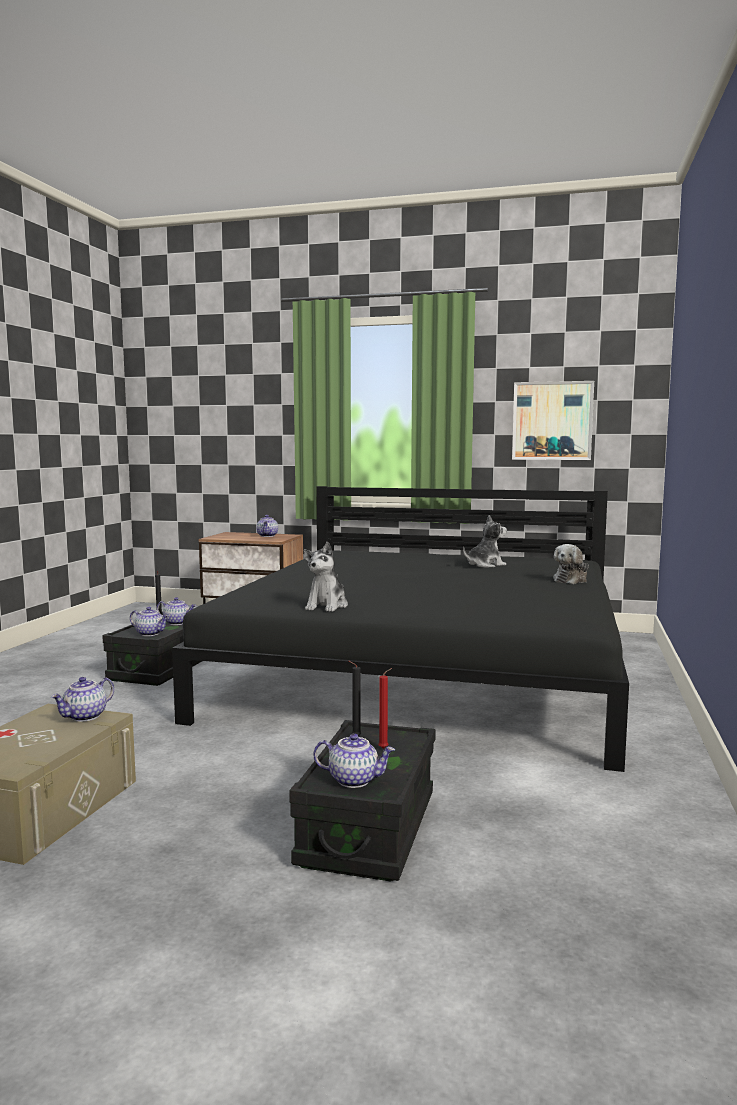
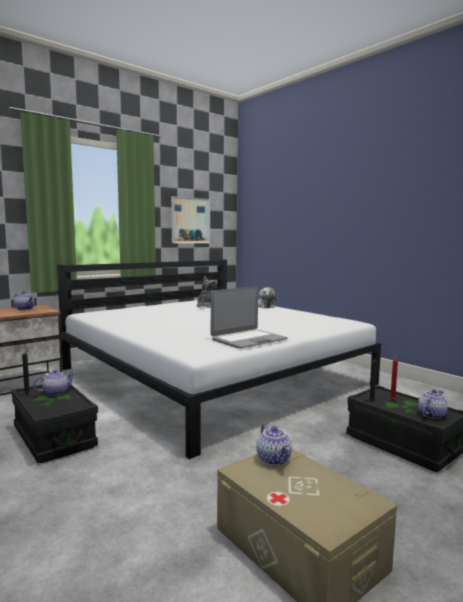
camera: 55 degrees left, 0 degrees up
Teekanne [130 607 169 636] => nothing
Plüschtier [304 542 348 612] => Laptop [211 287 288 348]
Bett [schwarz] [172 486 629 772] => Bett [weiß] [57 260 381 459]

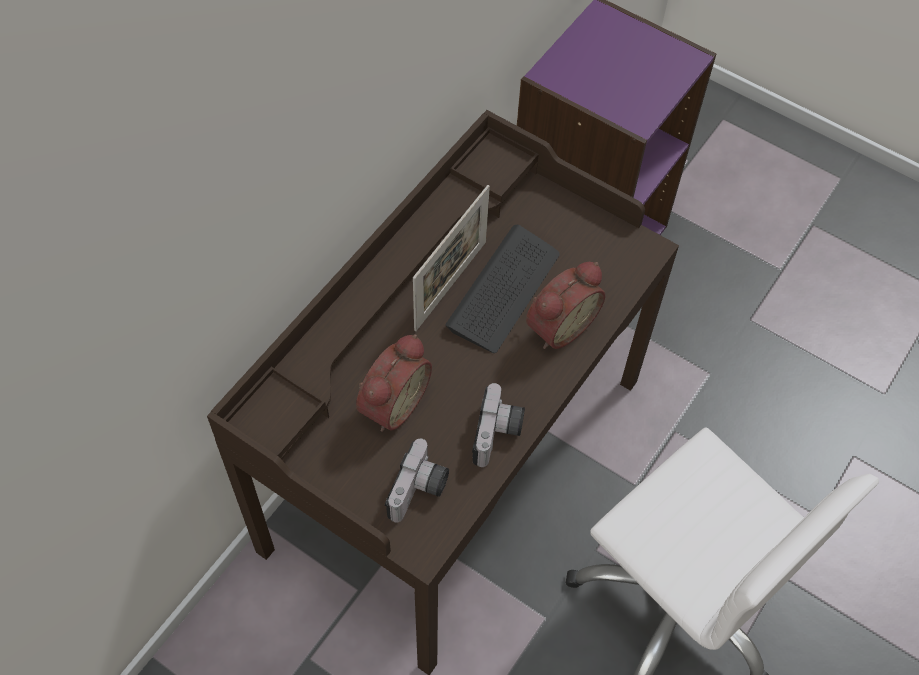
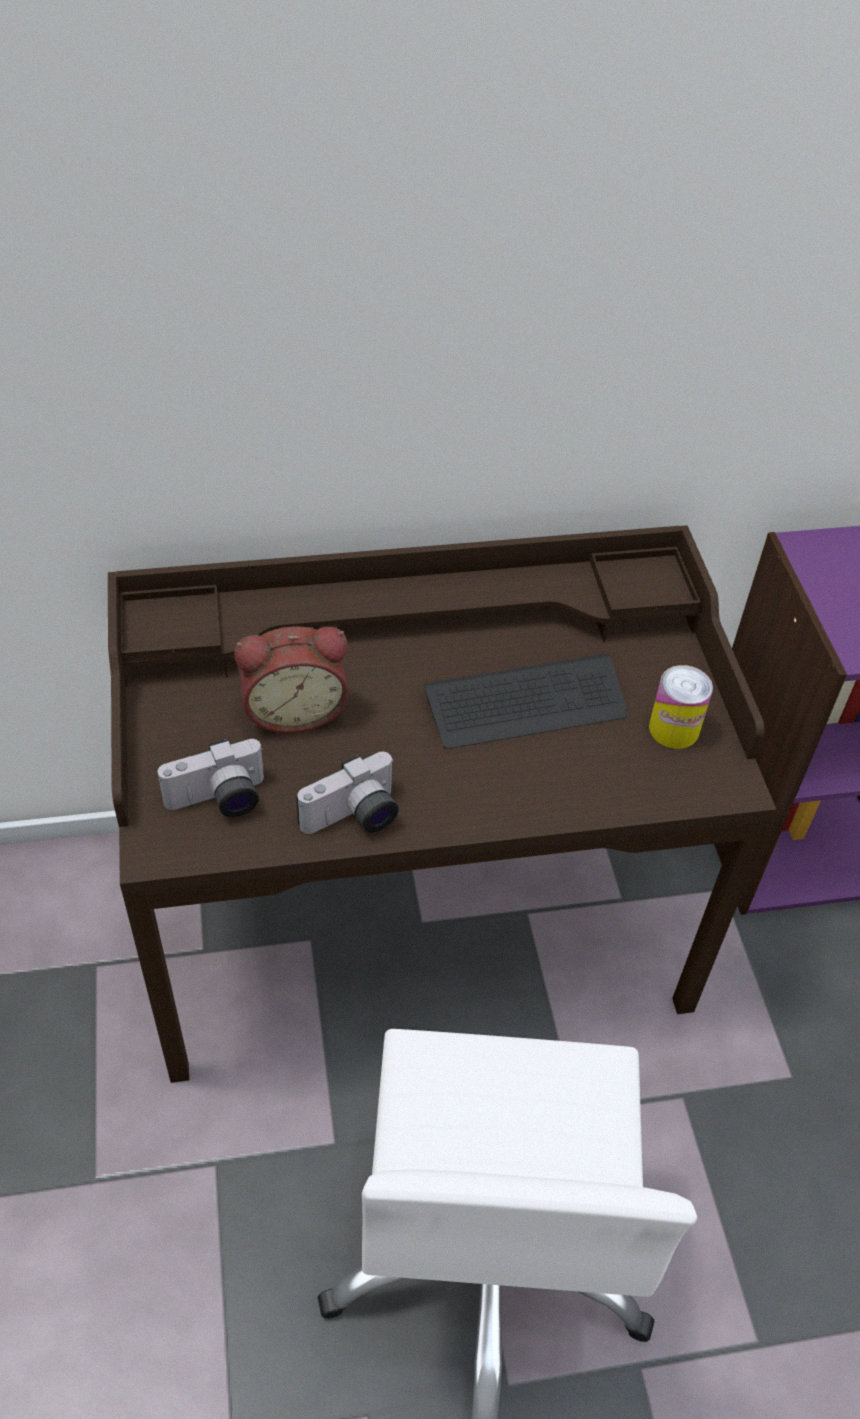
camera: 45 degrees right, 10 degrees down
Bilderrahmen [413 185 490 331] => nothing
Wecker [526 262 605 349] => nothing
nothing => Dose [649 665 713 749]

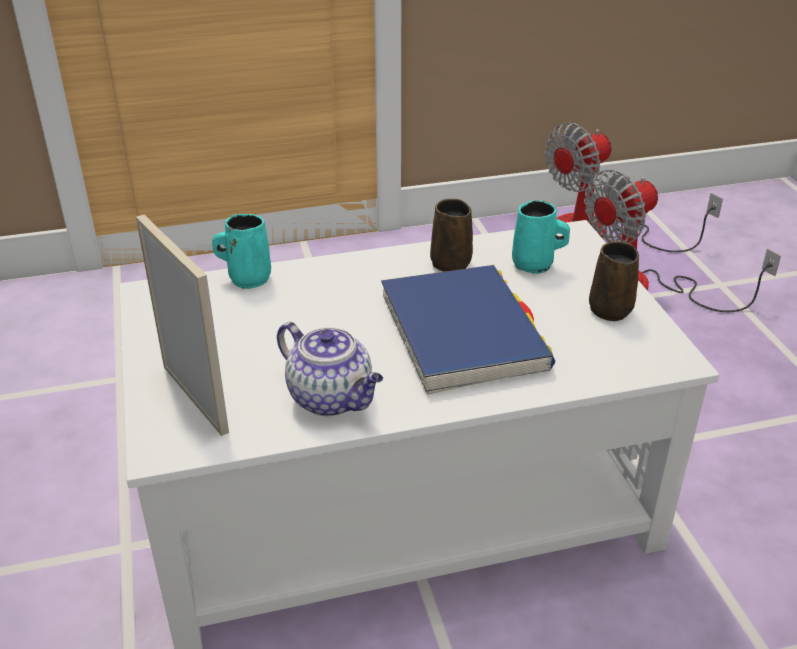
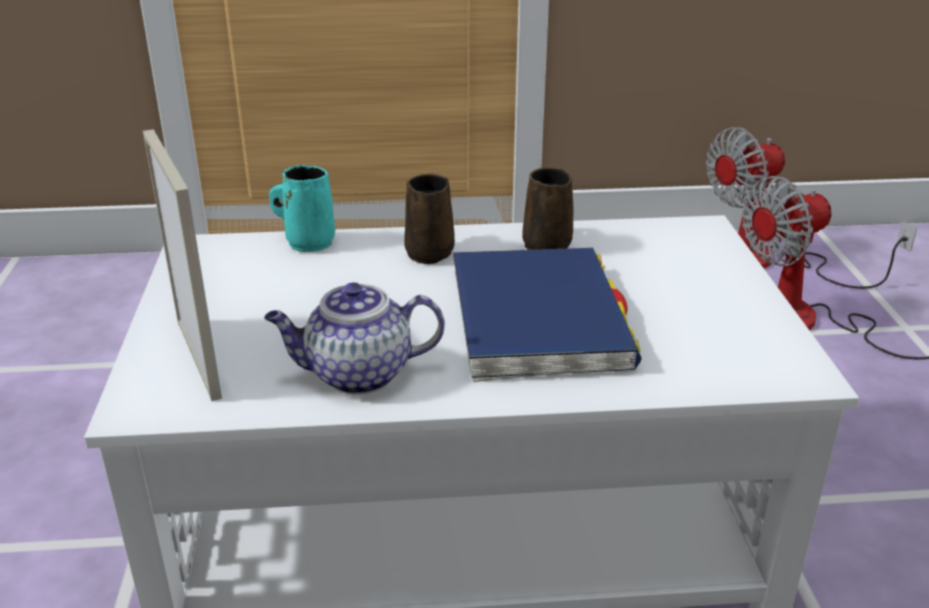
camera: 10 degrees right, 5 degrees down
Henkelbecher [türkis] [512 200 570 274] => nothing
Henkelbecher [braun] [589 241 639 321] => Henkelbecher [braun] [404 174 455 264], relocated
Teekanne [277 322 383 416] => Teekanne [264 282 445 394], 120 degrees clockwise

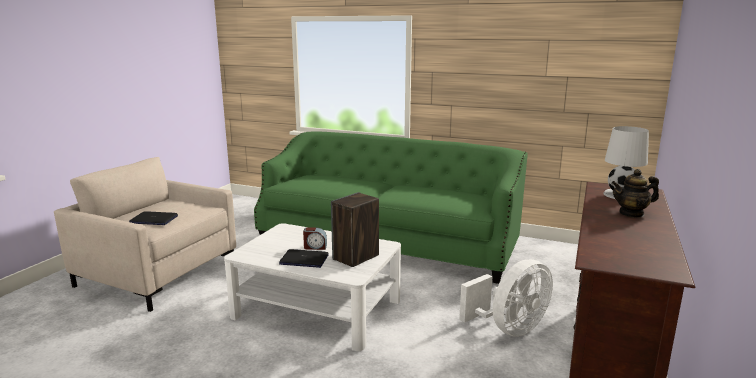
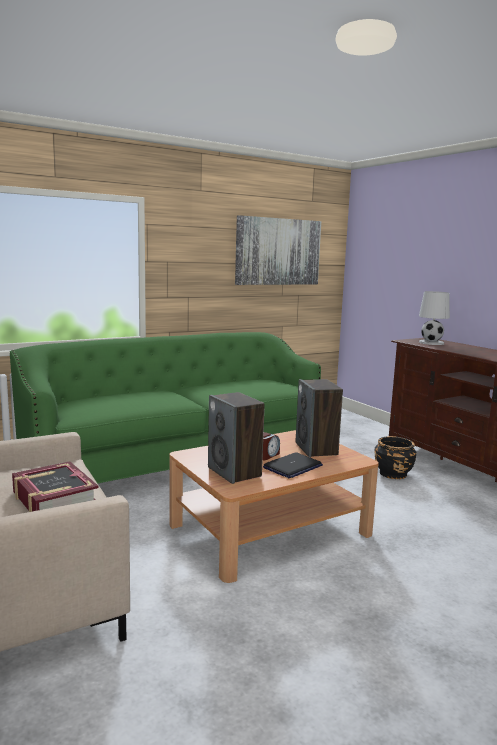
camera: 55 degrees left, 5 degrees down
Teekanne [612 169 659 218] => nothing
nothing => Lautsprecher [208 392 265 484]
nothing => Bild [235 215 321 285]
Laptop [130 211 178 225] => Buch [12 461 99 512]
Ventilator [weiß] [459 259 553 337] => Pflanzkübel [schwarz] [374 436 416 479]
Couchtisch [weiß] [224 223 401 351] => Couchtisch [braun] [169 430 379 583]

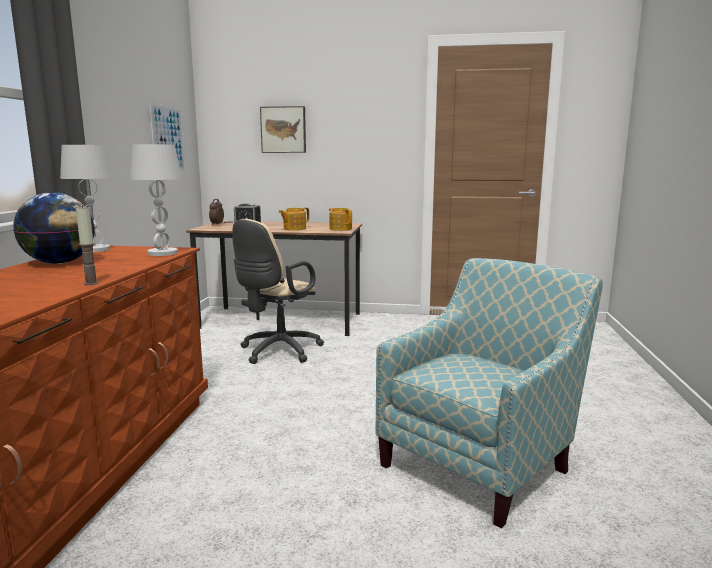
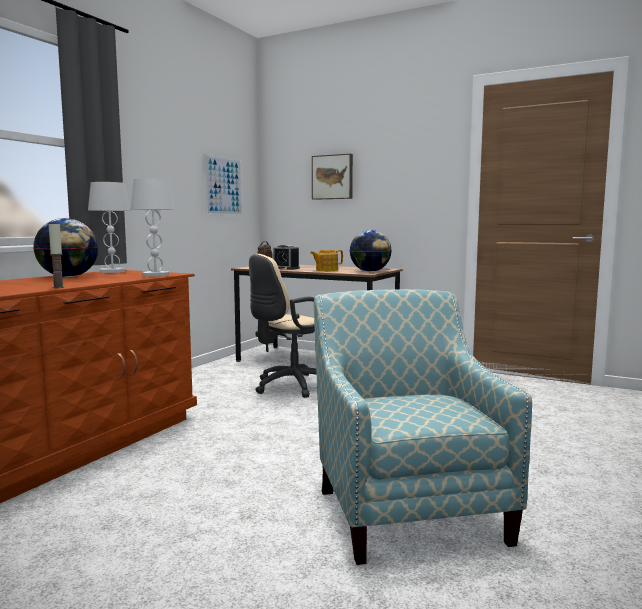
camera: 20 degrees right, 5 degrees down
Teekanne [329 208 352 231] => Globus [350 230 391 272]
Sessel [375 258 603 528] => Sessel [314 289 532 565], 75 degrees counterclockwise

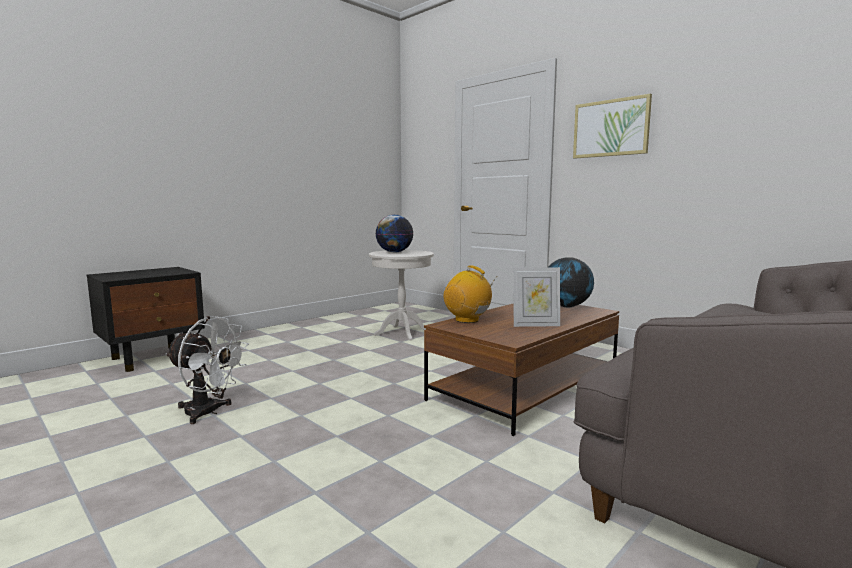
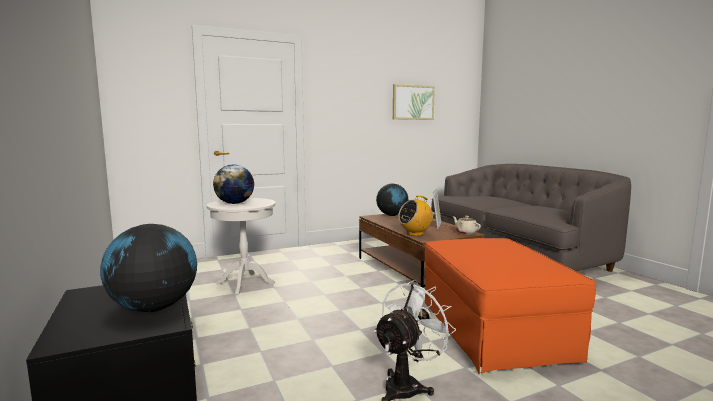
camera: 70 degrees left, 0 degrees up
nothing => Globus [100 224 197 312]
nothing => Polsterhocker [orange] [425 238 596 374]
nothing => Teekanne [beige] [452 216 481 234]
Bild [573 94 652 158] => Bild [393 84 435 120], relocated

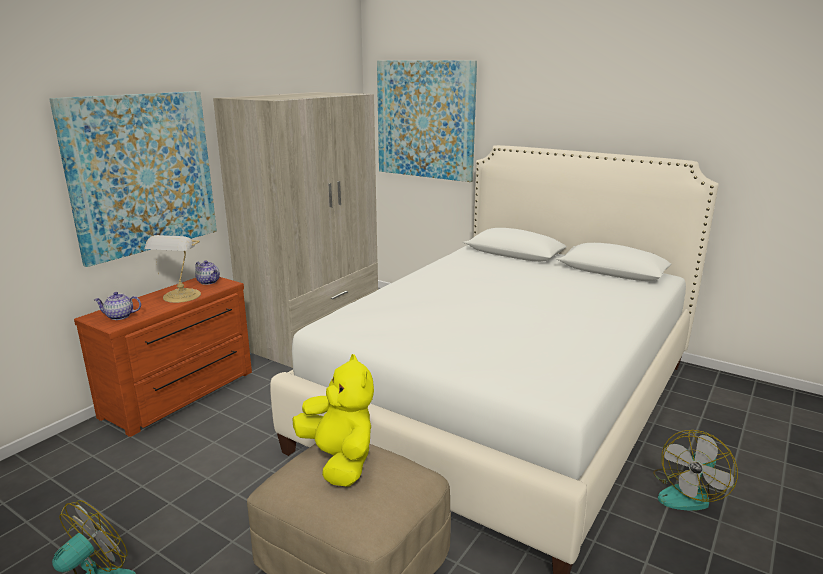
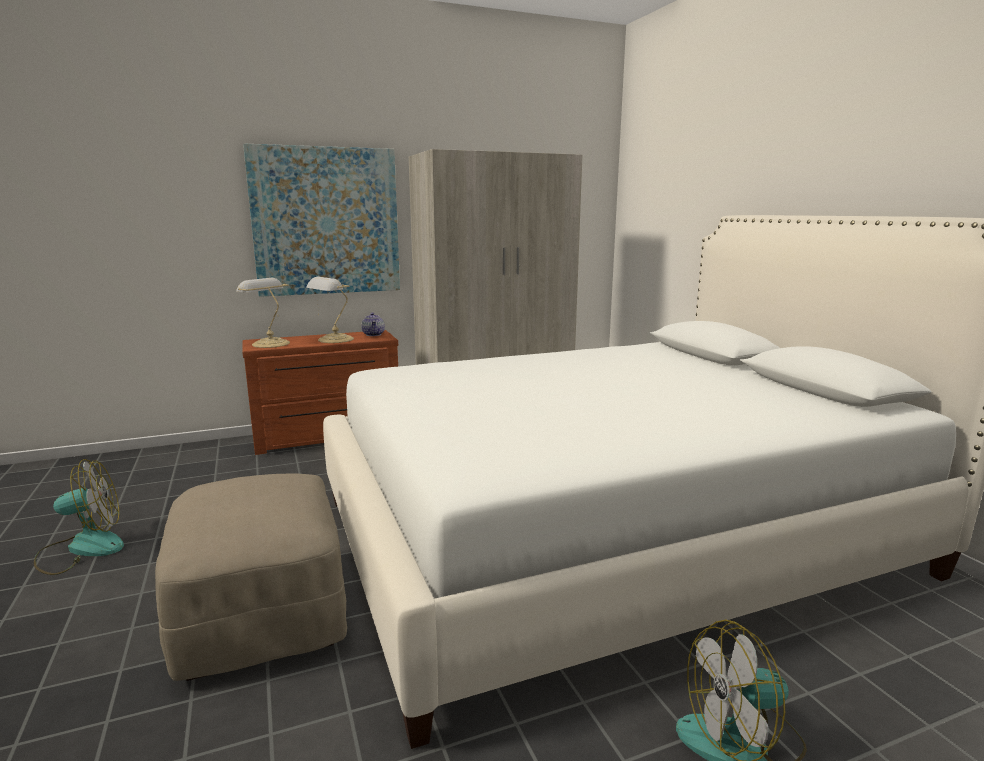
camera: 35 degrees right, 5 degrees down
Plüschtier [gelb] [293 354 374 486] => nothing
Bild [377 60 477 182] => nothing
Teekanne [94 292 141 320] => Tischlampe [236 278 290 348]

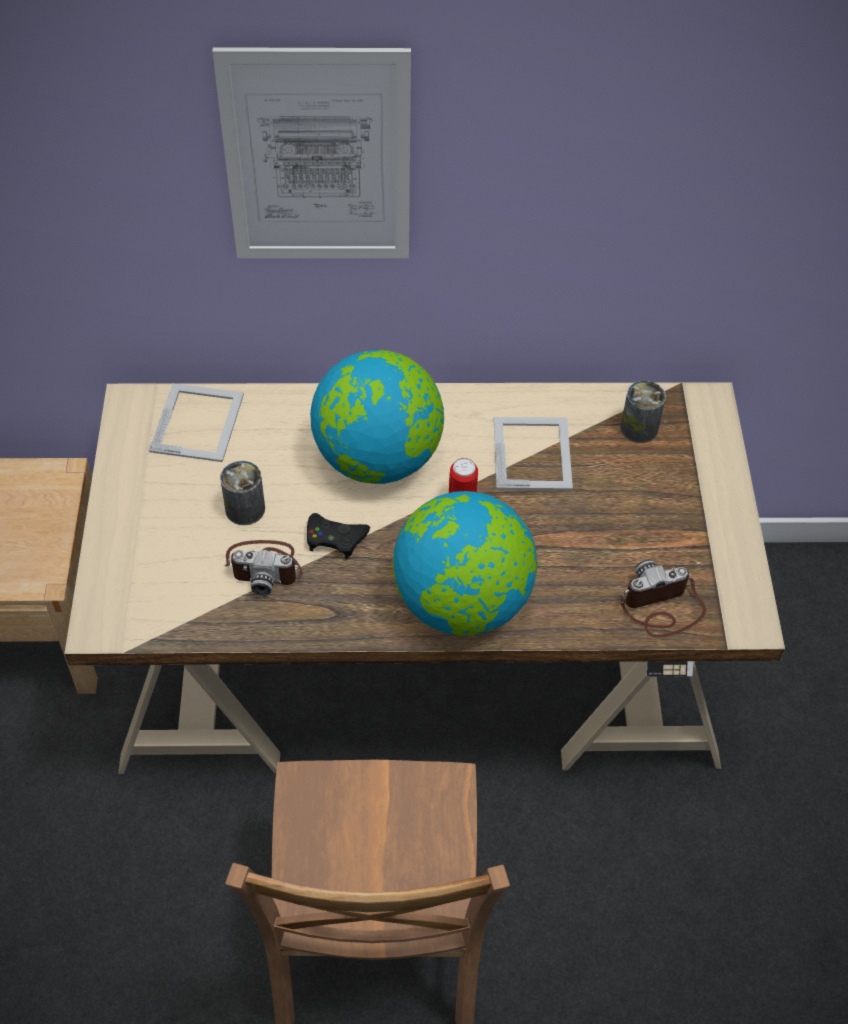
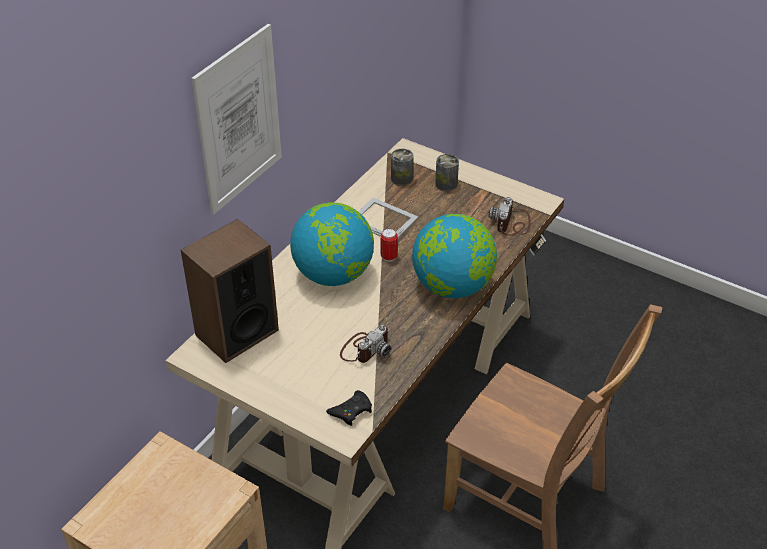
camera: 55 degrees left, 10 degrees down
Dose [220 461 265 525] => Dose [435 154 459 191], relocated
Gamepad [schwarz] [307 513 370 559] => Gamepad [schwarz] [326 390 372 426], relocated
Bilderrahmen [149 383 244 462] => Lautsprecher [181 219 279 363]

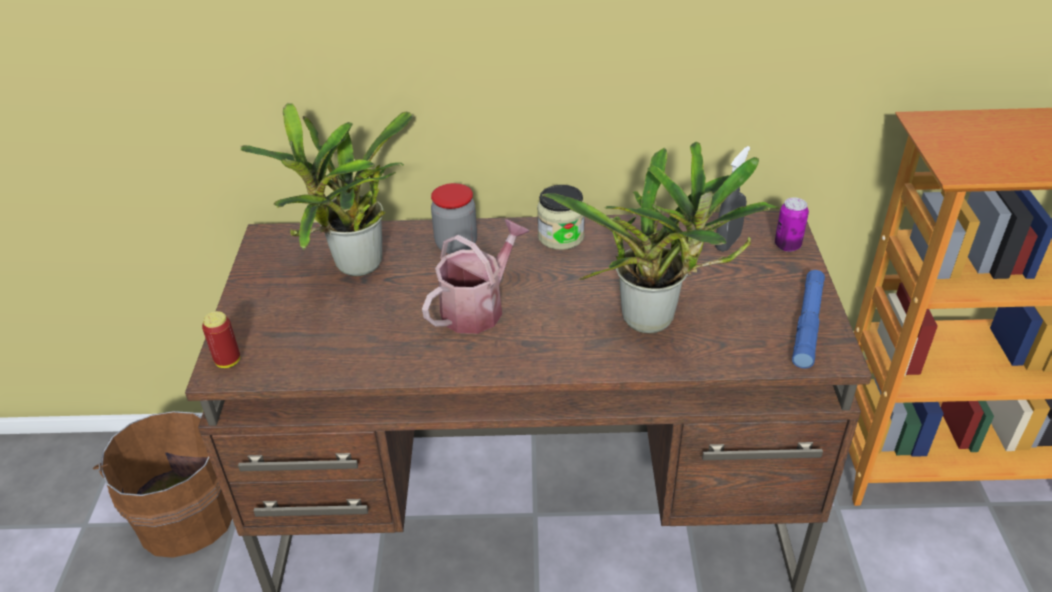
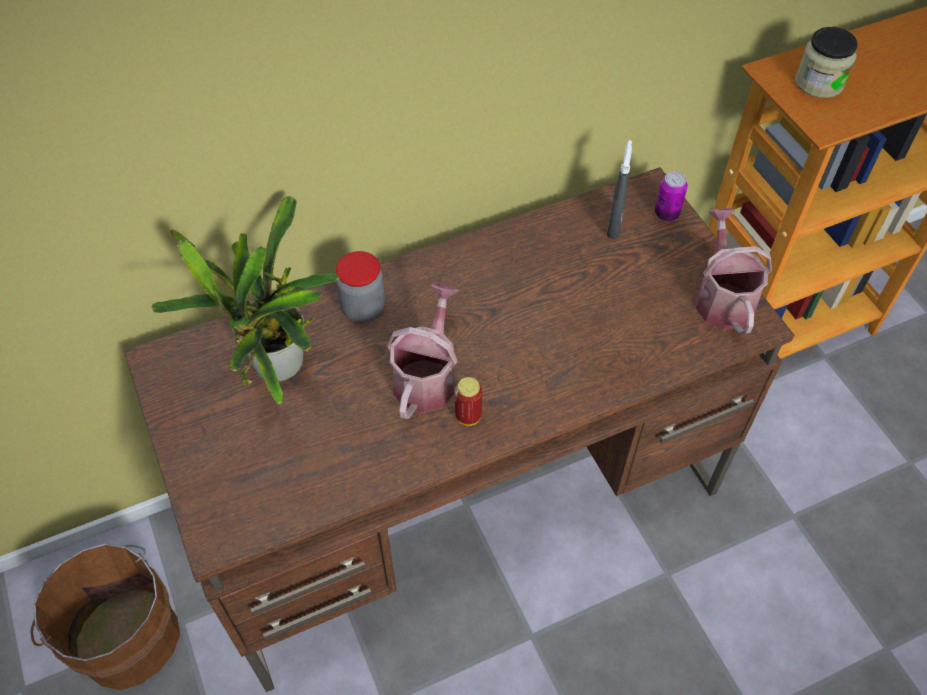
camera: 25 degrees left, 15 degrees up
Topfpflanze [542 142 779 334] => nothing
Dose [202 311 240 368] => Dose [455 377 482 426], relocated
Vorratsglas [537 185 585 250] => Vorratsglas [795 27 858 98], relocated
Taschenlampe [blau] [792 270 825 368] => Gießkanne [696 208 772 335]

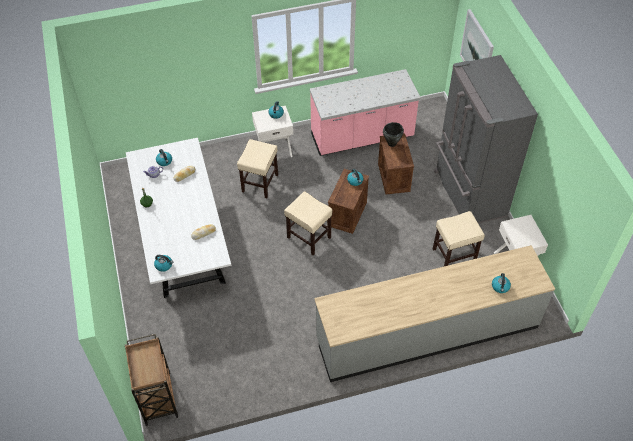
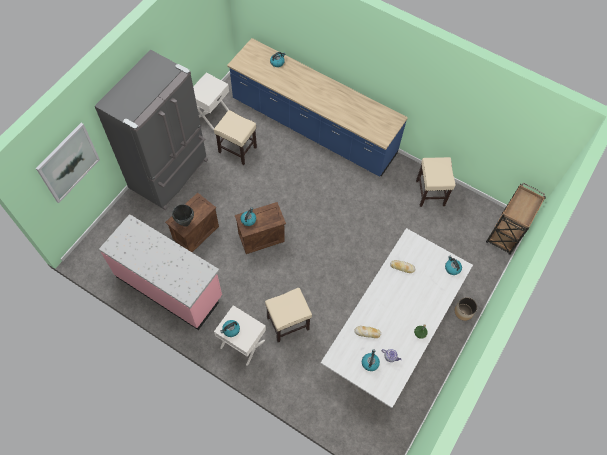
camera: 135 degrees left, 10 degrees up
nothing => Pflanzkübel [455 297 477 321]
Hocker [beige] [284 191 332 255] => Hocker [beige] [416 157 455 207], relocated
Küchenzeile [grau] [314 245 555 382] => Küchenzeile [blau] [227 38 408 177]

